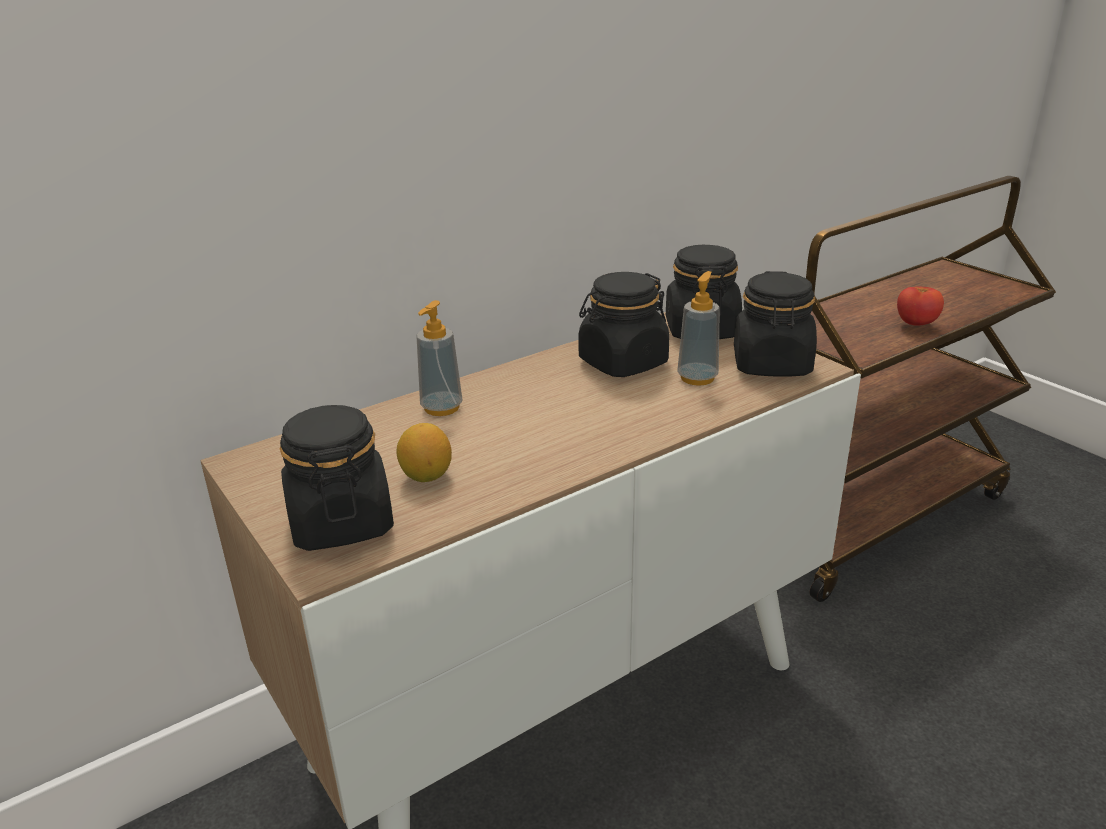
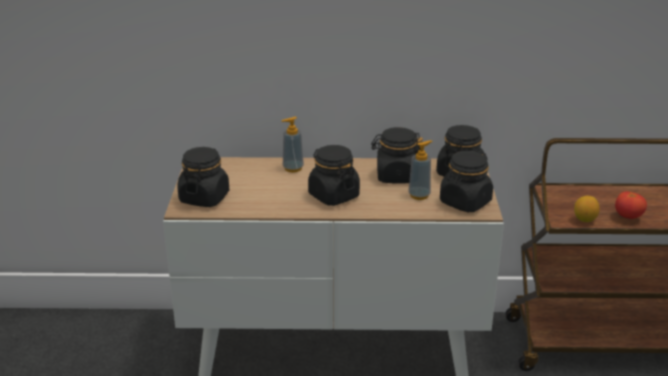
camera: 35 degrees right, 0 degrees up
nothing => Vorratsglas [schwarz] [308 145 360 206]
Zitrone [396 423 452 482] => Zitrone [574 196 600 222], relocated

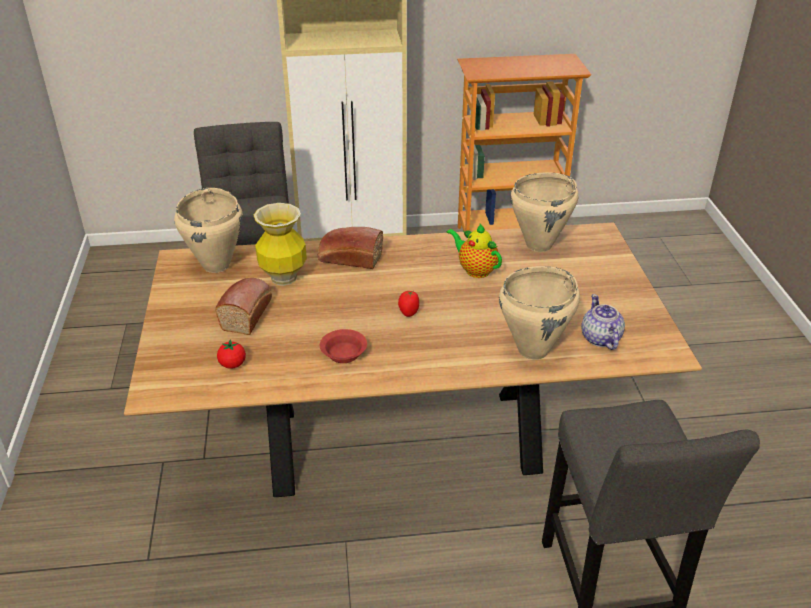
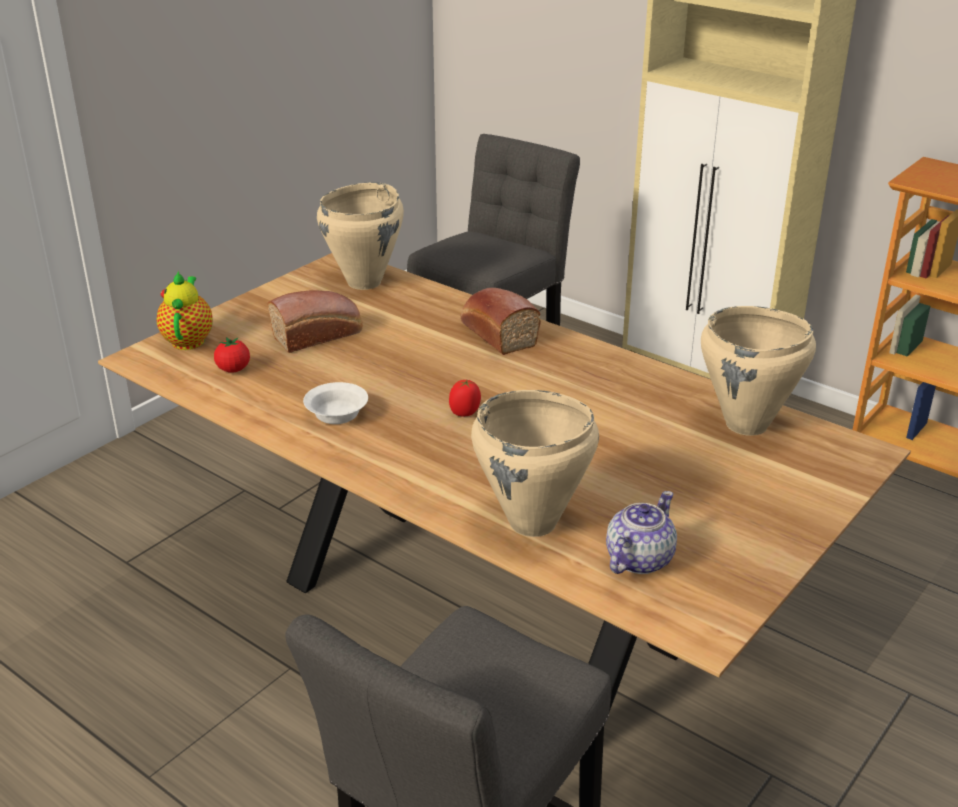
camera: 45 degrees right, 5 degrees down
Vase [254 203 307 286] => nothing
Teekanne [447 224 502 278] => Teekanne [157 270 213 350], relocated
Schüssel [rot] [320 329 367 363] => Schüssel [weiß] [303 382 368 424]

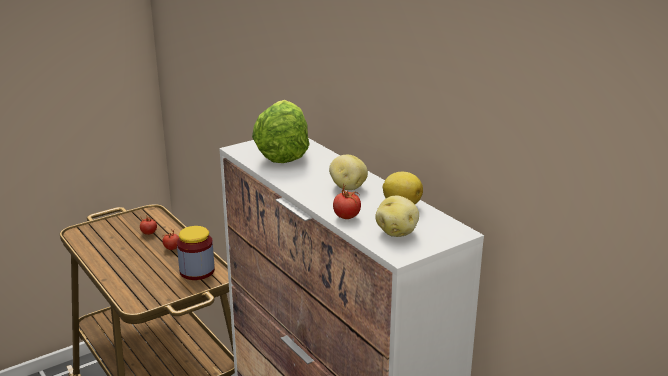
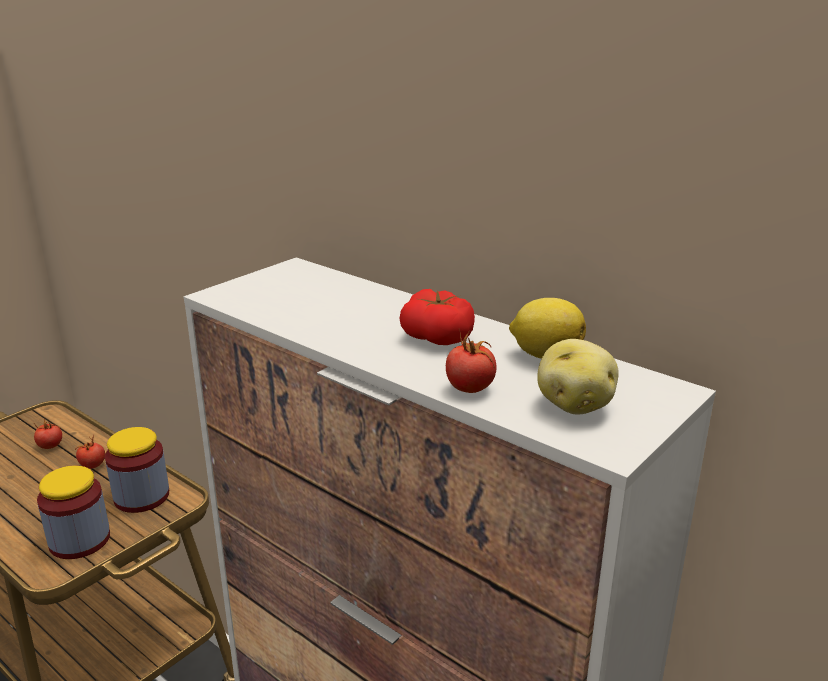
camera: 15 degrees left, 0 degrees up
Salatkopf [252 100 310 163] => nothing
nothing => Vorratsglas [37 466 110 559]
Kartoffel [329 155 368 190] => Tomate [399 289 475 345]

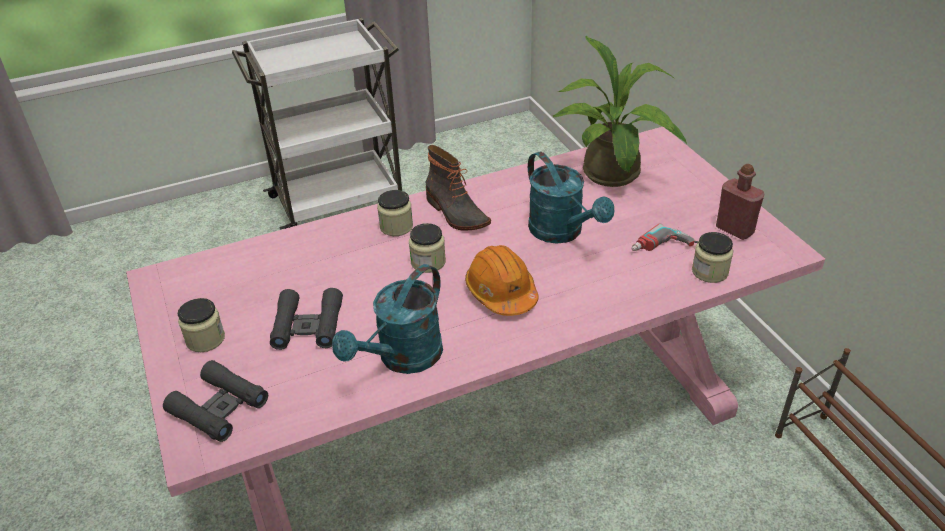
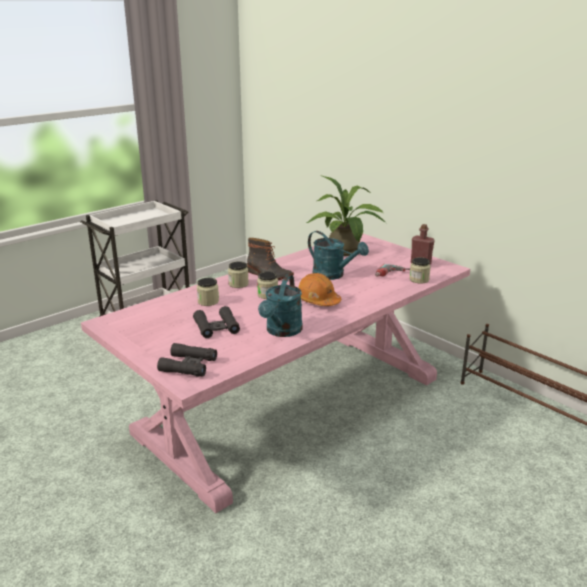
camera: 20 degrees left, 15 degrees down
Vorratsglas [178 298 225 352] => Vorratsglas [197 278 219 306], relocated

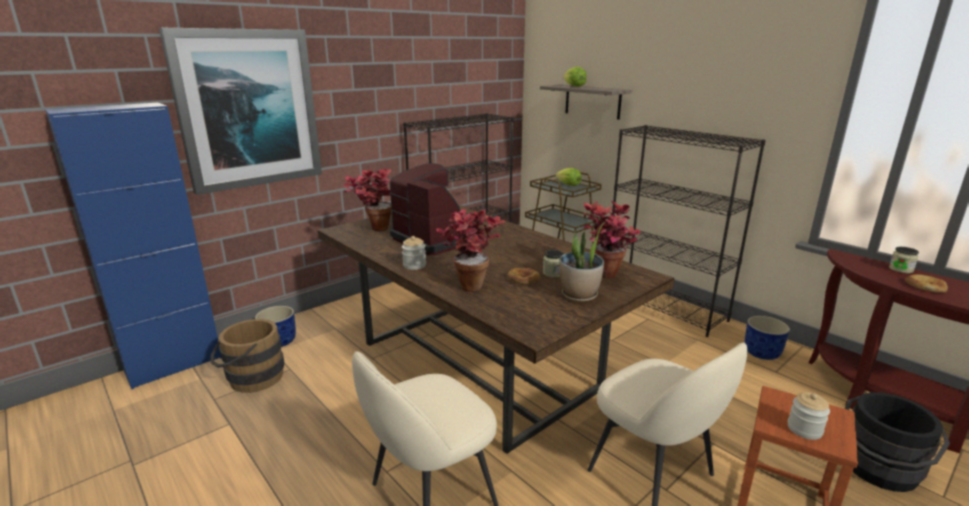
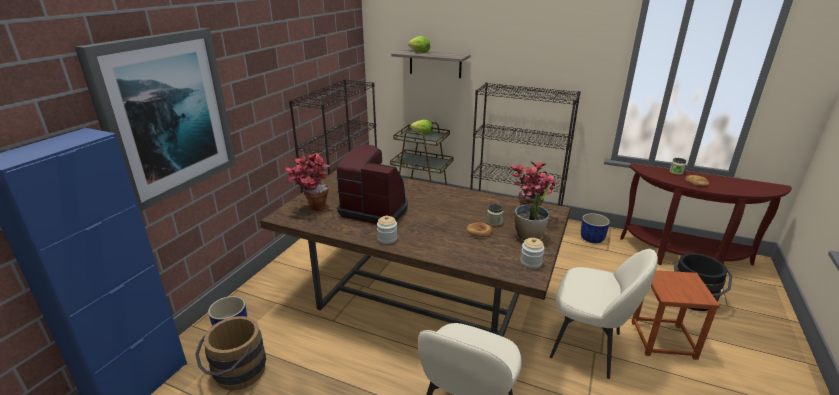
camera: 25 degrees left, 5 degrees up
Topfpflanze [436 209 505 292] => nothing
Vorratsglas [788 392 830 440] => Vorratsglas [520 238 544 269], relocated

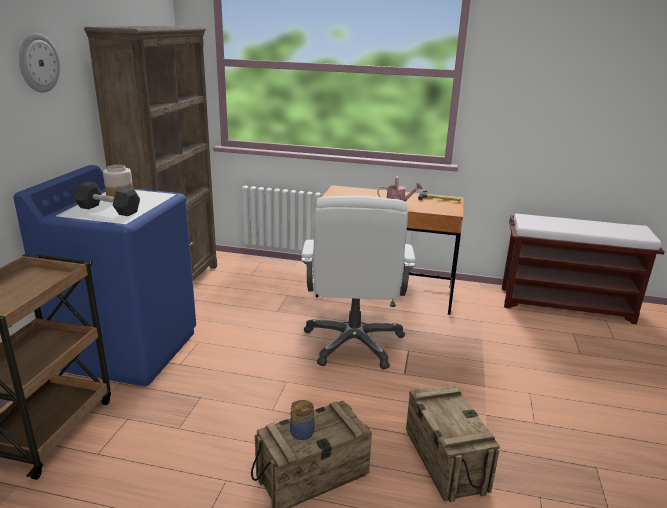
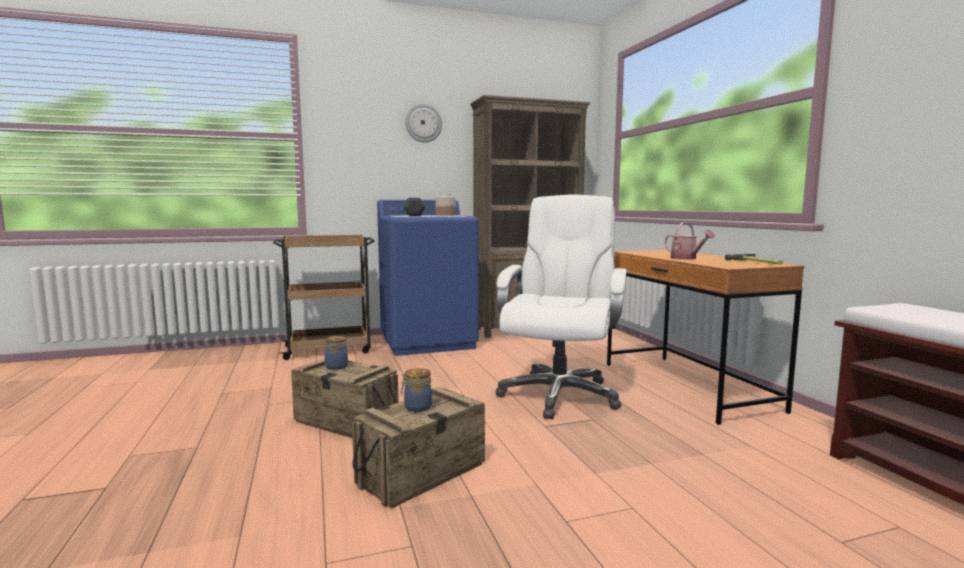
camera: 60 degrees right, 15 degrees down
nothing => Vorratsglas [401 368 432 412]
Bürostuhl [weiß] [301 196 416 370] => Bürostuhl [weiß] [496 194 627 419], 135 degrees clockwise

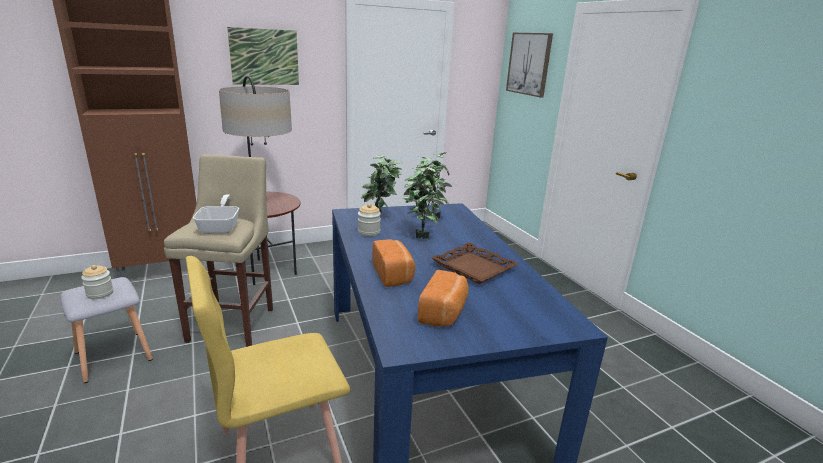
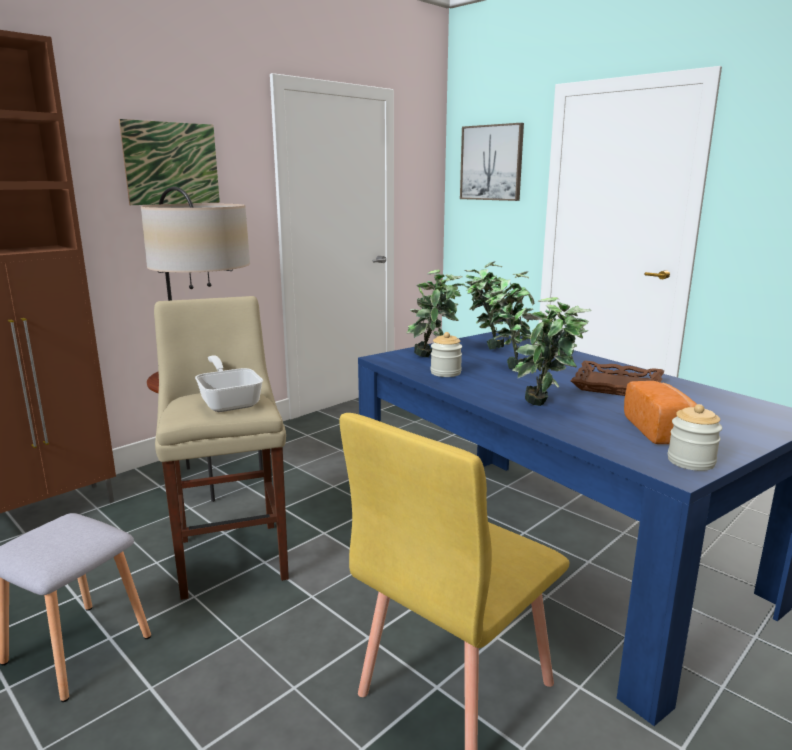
camera: 20 degrees left, 5 degrees down
Vorratsglas [81 265 113 299] => Vorratsglas [668 404 722 471], relocated
Brot [372 239 415 287] => Topfpflanze [512 297 592 406]

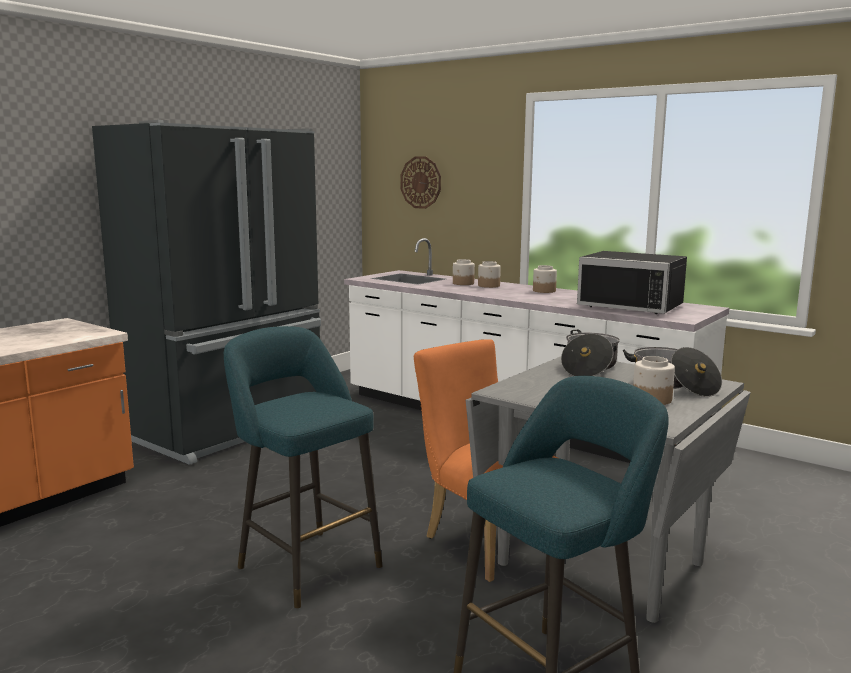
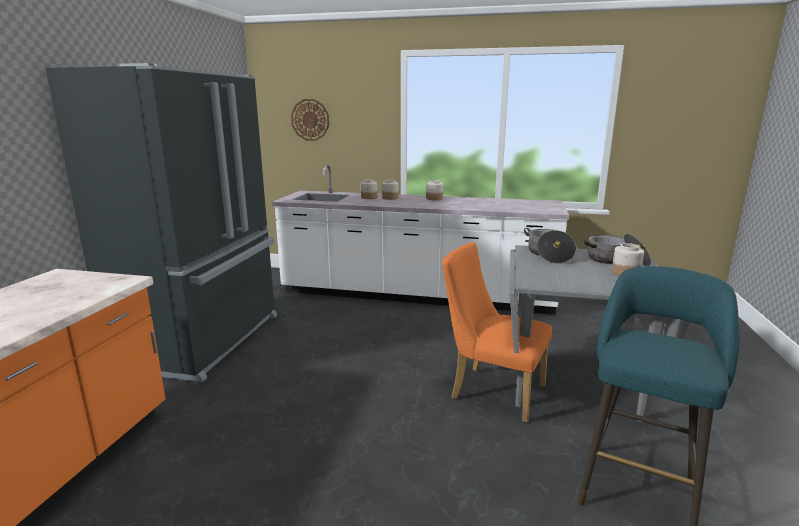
camera: 25 degrees left, 5 degrees up
Hocker [türkis] [224 326 382 608] => nothing
Mikrowelle [schwarz] [577 251 687 314] => nothing

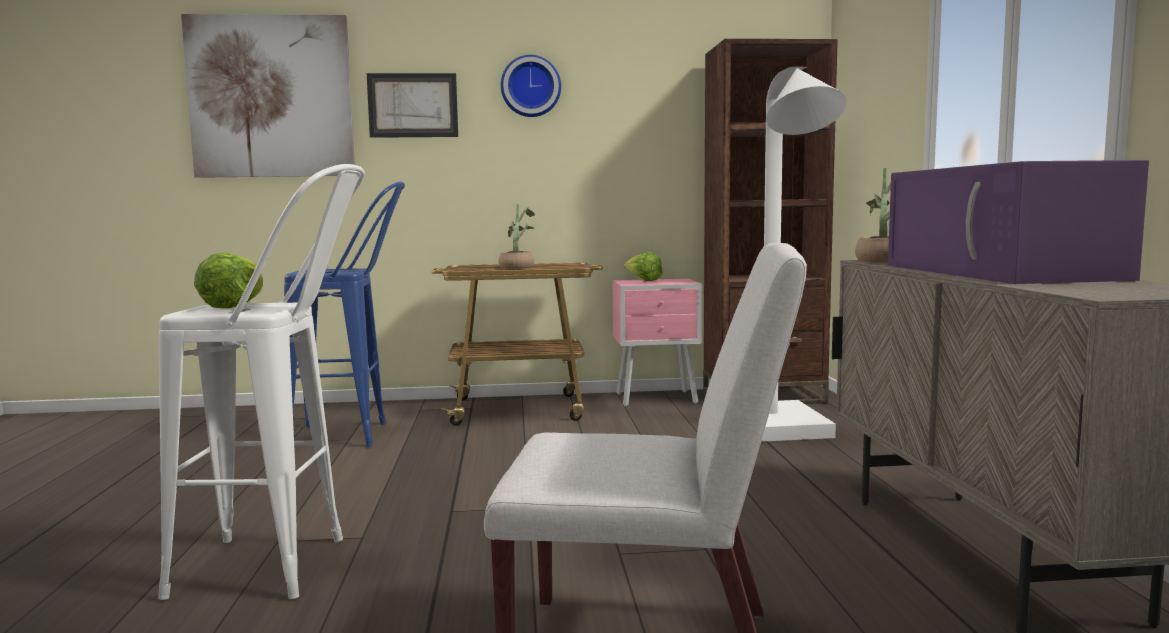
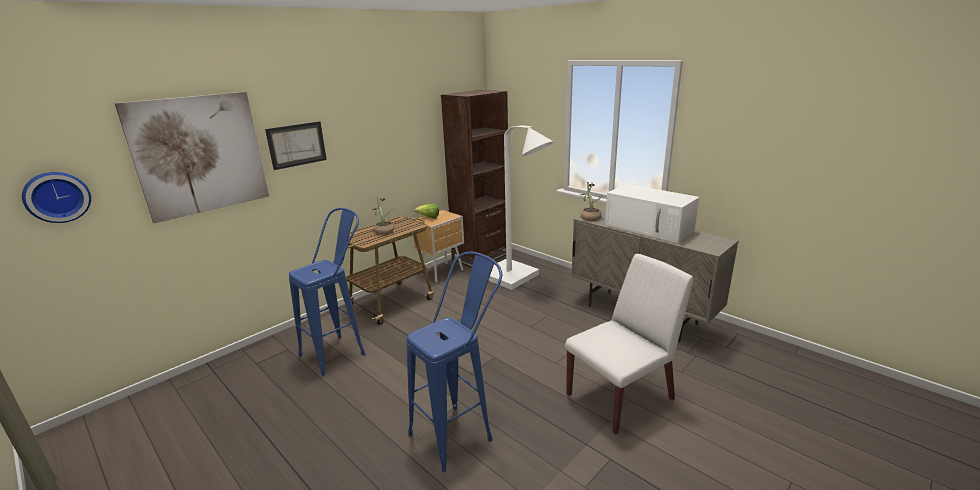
camera: 40 degrees left, 15 degrees up
Salatkopf [194 252 263 309] => nothing
Wanduhr [501 55 561 117] => Wanduhr [22 172 91 223], relocated
Hocker [weiß] [158 164 365 600] => Hocker [blau] [407 252 502 472]
Nachttisch [rosa] [612 279 702 407] => Nachttisch [braun] [413 210 464 283]
Mikrowelle [lila] [888 160 1149 284] => Mikrowelle [weiß] [605 184 700 243]

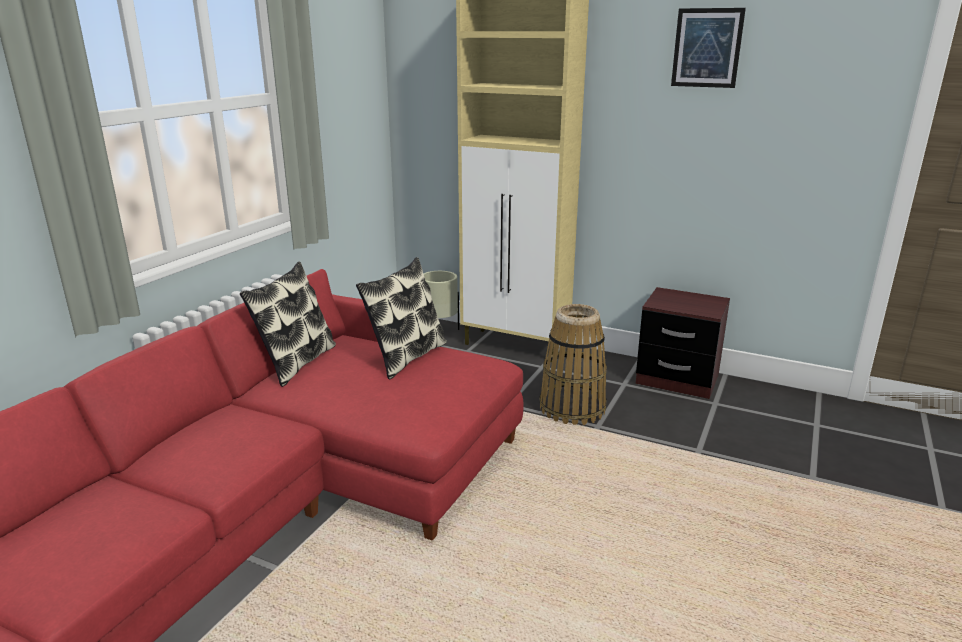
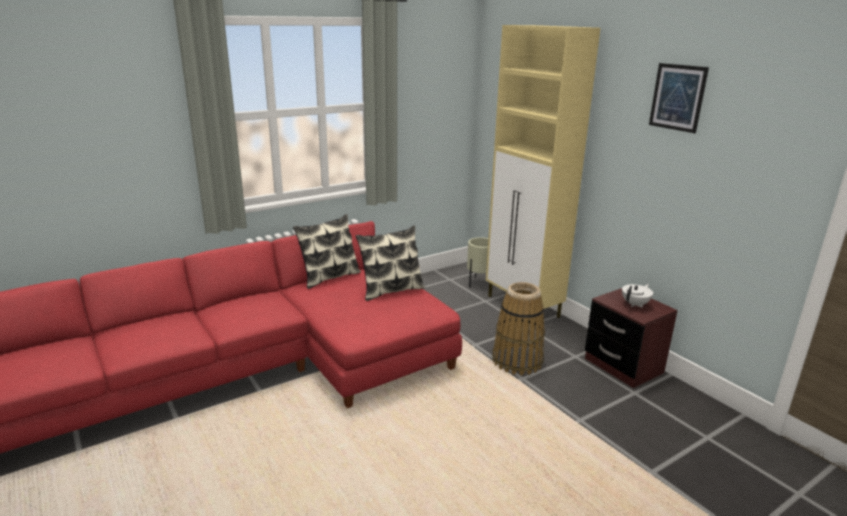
camera: 30 degrees right, 0 degrees up
nothing => Teekanne [weiß] [622 284 653 307]

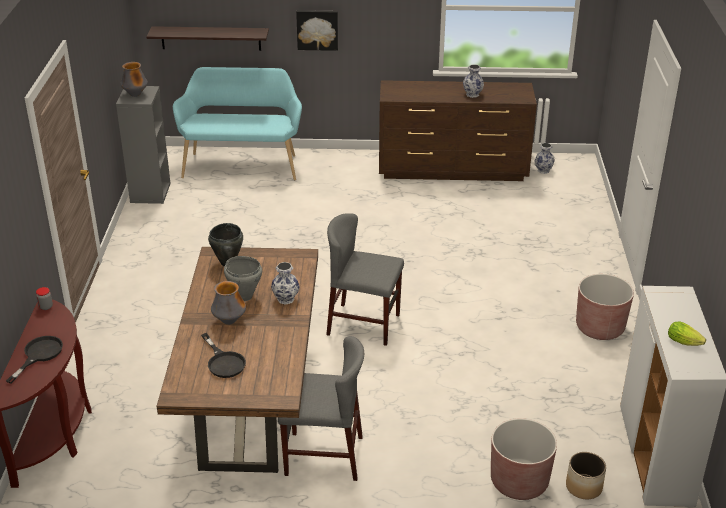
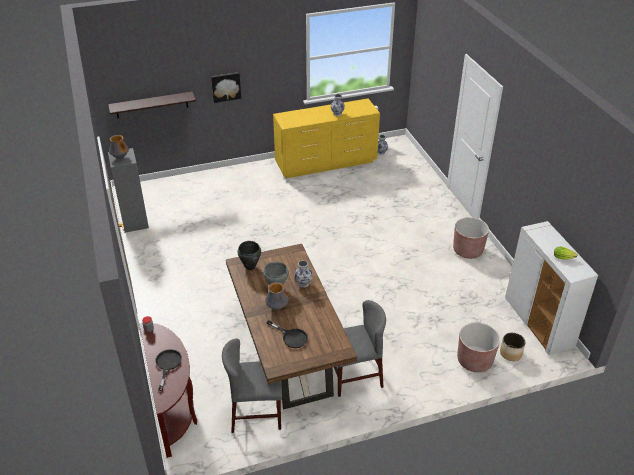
camera: 20 degrees left, 5 degrees up
Bank [türkis] [173 67 302 180] => nothing
Stuhl [grau] [326 213 404 346] => Stuhl [grau] [222 339 282 433], relocated
Kommode [braun] [379 80 537 181] => Kommode [gelb] [273 98 380 178]

